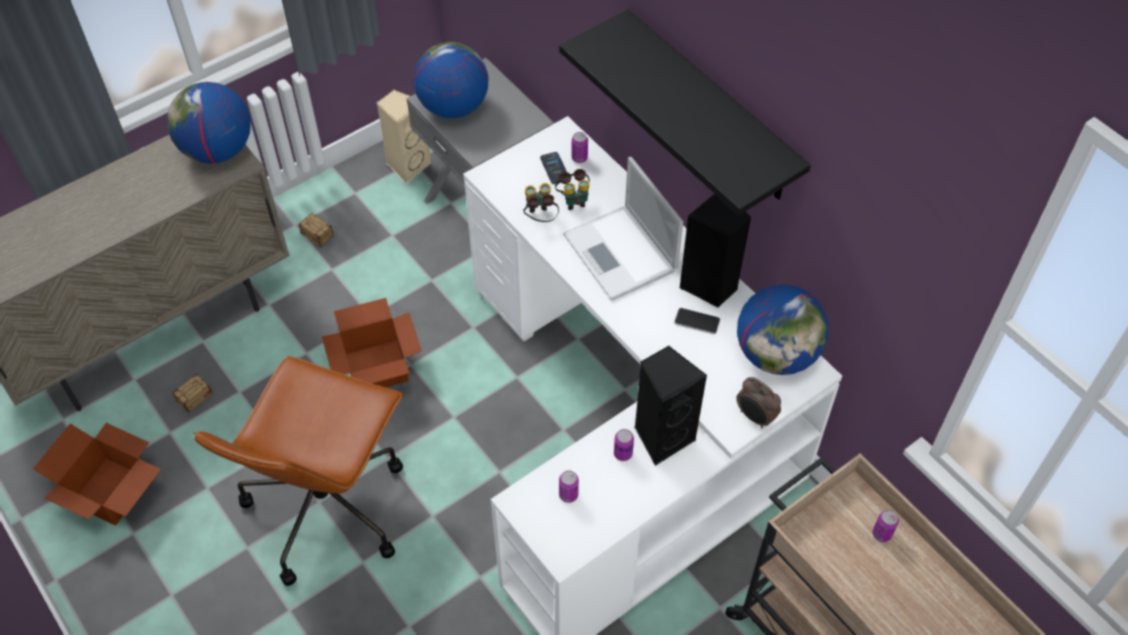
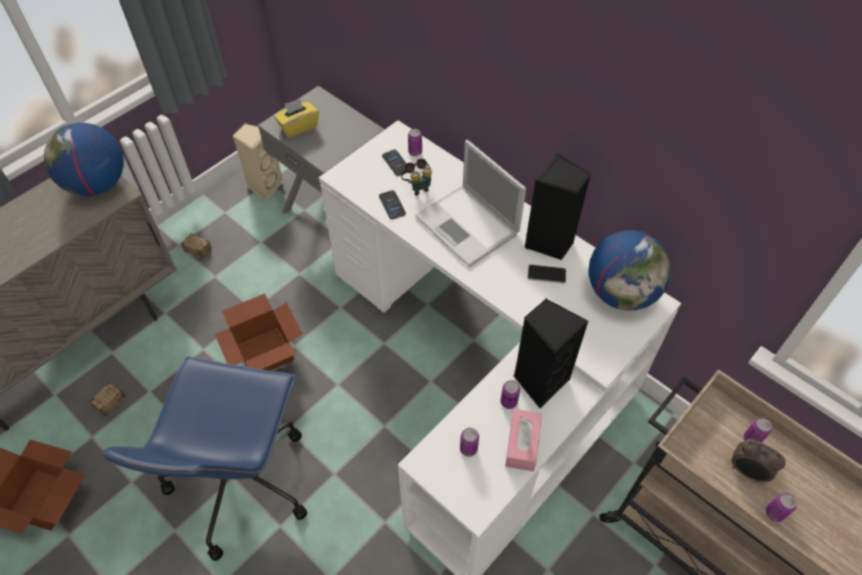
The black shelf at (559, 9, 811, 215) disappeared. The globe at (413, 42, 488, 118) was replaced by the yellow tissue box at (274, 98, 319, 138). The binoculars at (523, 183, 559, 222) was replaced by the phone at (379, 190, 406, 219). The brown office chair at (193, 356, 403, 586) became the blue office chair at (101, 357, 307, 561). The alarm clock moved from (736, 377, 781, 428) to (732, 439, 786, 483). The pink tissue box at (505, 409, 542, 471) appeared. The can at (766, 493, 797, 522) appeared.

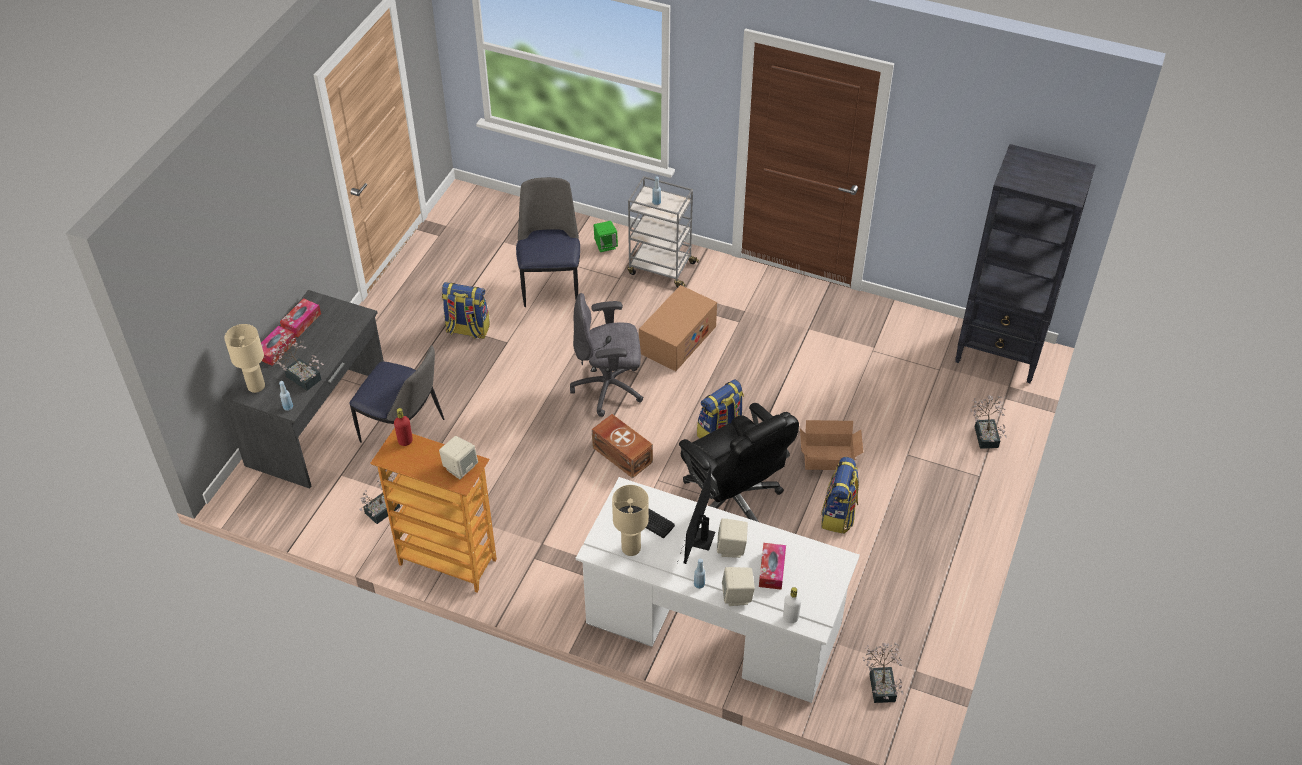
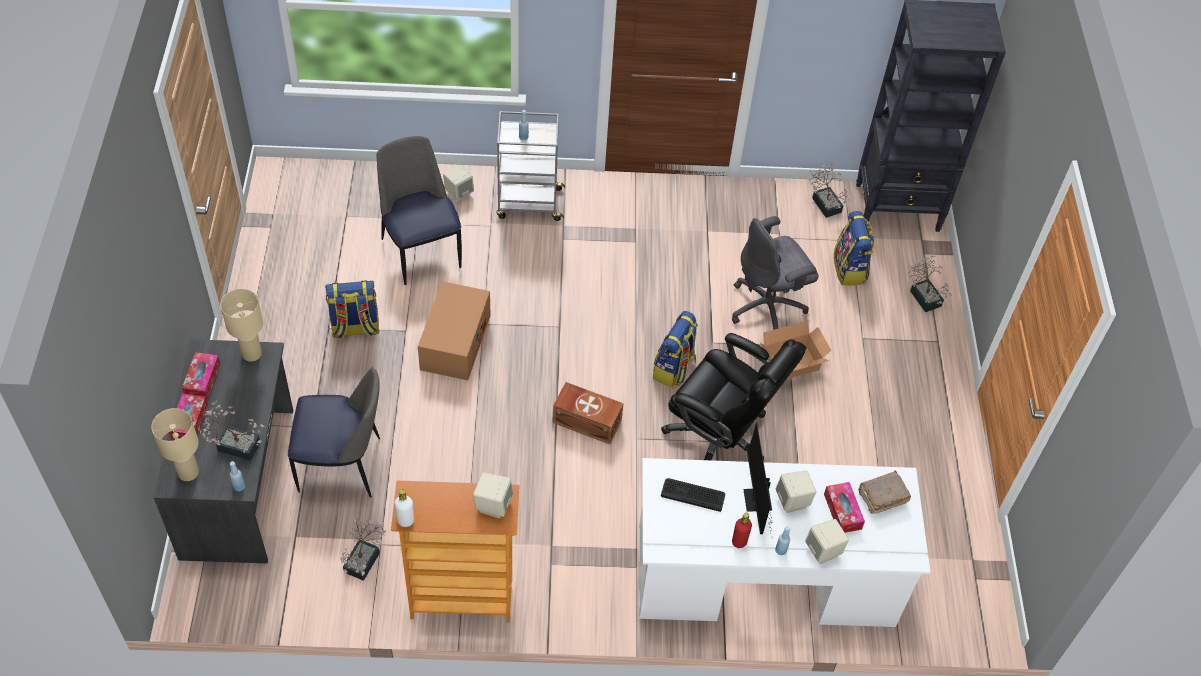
The green speaker at (593, 221, 618, 252) became the beige speaker at (443, 165, 474, 202). The cardboard box moved from (639, 285, 717, 371) to (418, 281, 491, 380). The grey office chair moved from (570, 293, 644, 417) to (732, 216, 819, 330). The red bottle moved from (394, 408, 413, 446) to (732, 513, 752, 548). The backpack moved from (821, 457, 859, 534) to (834, 211, 874, 285). The beige table lamp moved from (612, 485, 649, 556) to (220, 289, 263, 362). The white bottle moved from (783, 587, 801, 623) to (394, 489, 414, 527). The potted plant moved from (863, 643, 904, 703) to (809, 163, 851, 218). The brown book at (858, 471, 911, 514) appeared.

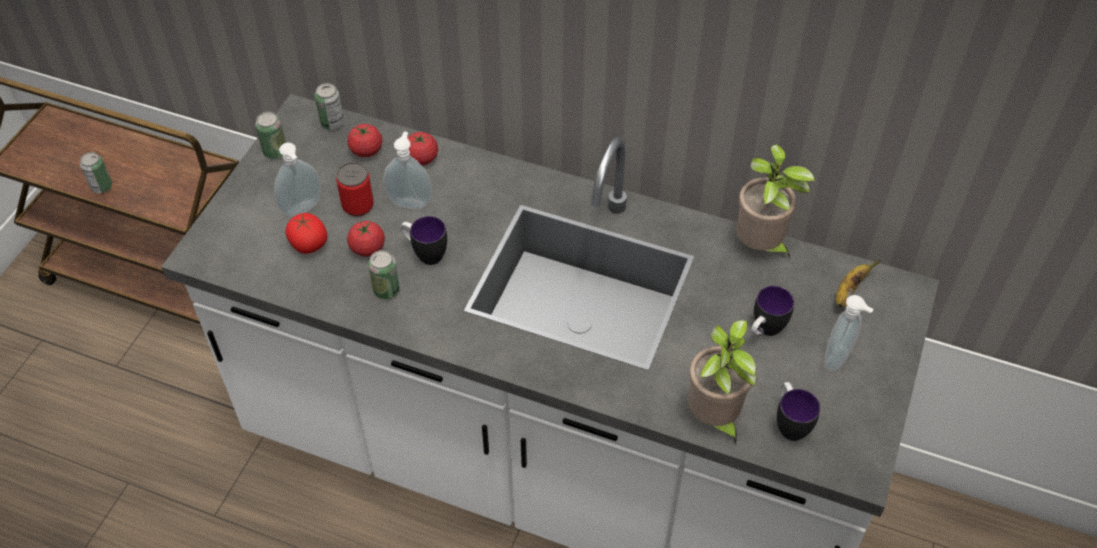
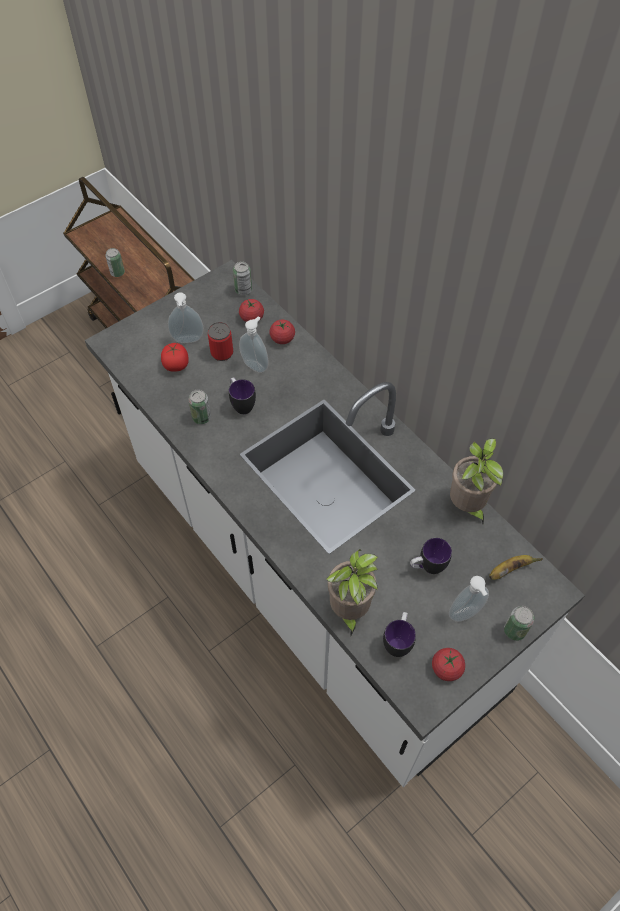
The can moved from (255, 112, 286, 159) to (504, 606, 534, 641). The tomato moved from (347, 220, 385, 257) to (432, 648, 465, 681).

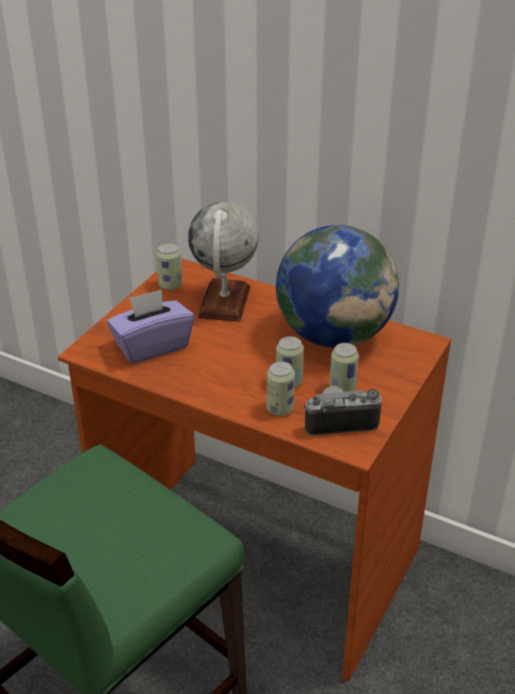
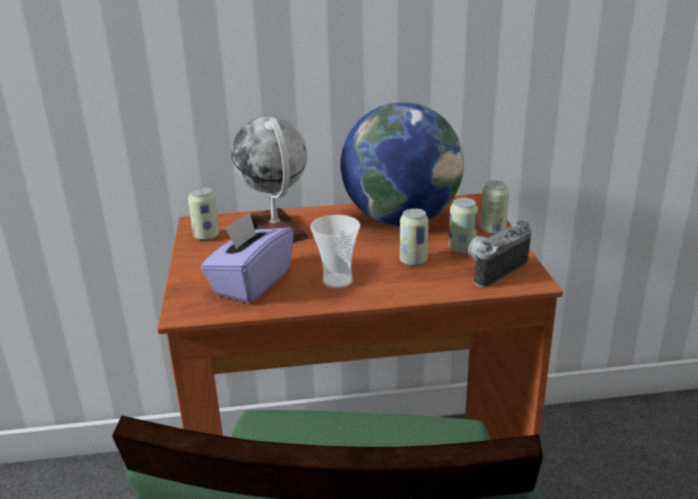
The can moved from (267, 361, 295, 416) to (480, 181, 509, 234). The cup at (310, 215, 360, 289) appeared.

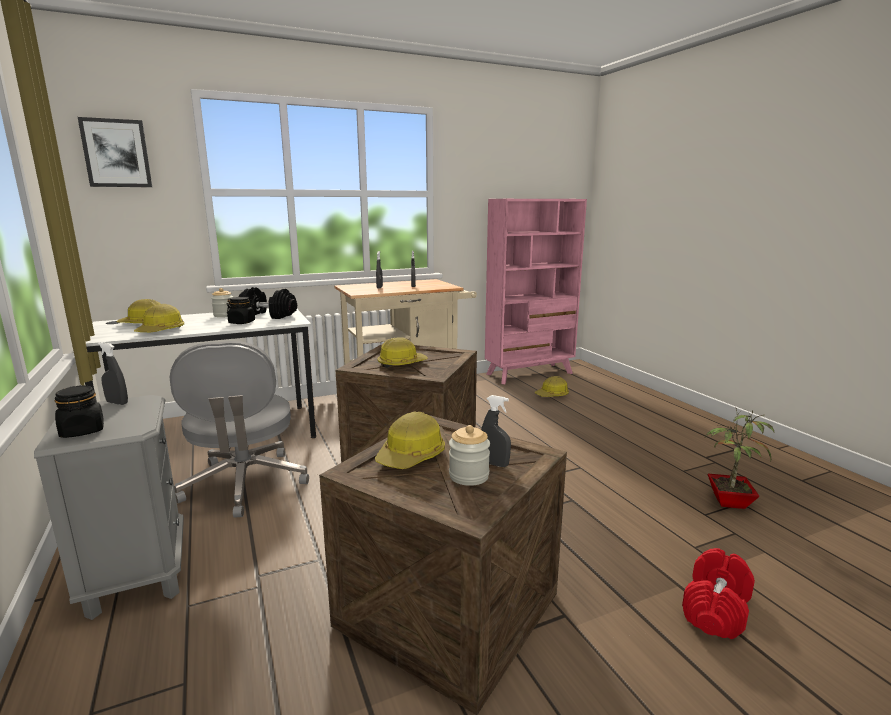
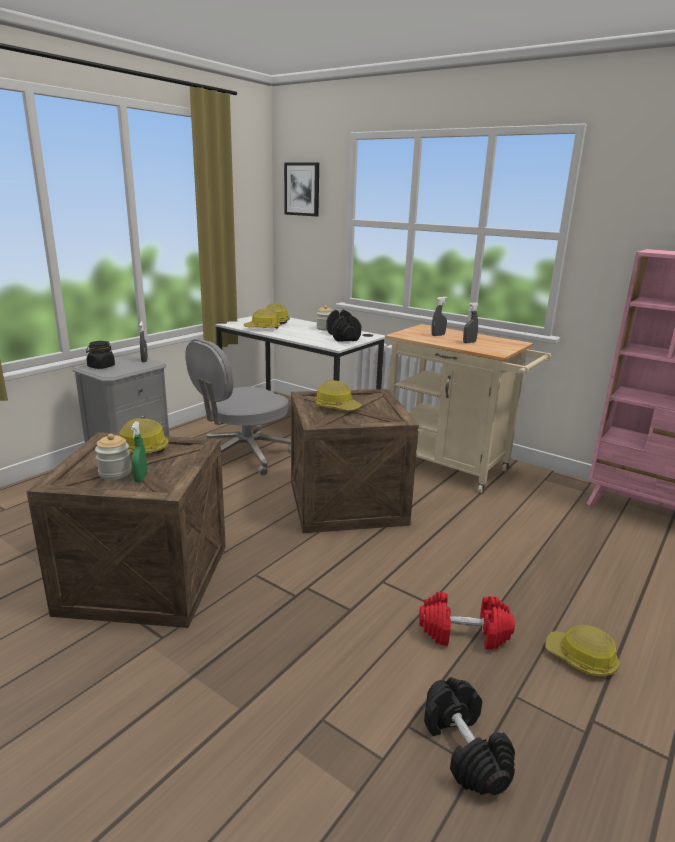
The black jar at (227, 297, 255, 324) disappeared. The hard hat moved from (535, 376, 569, 397) to (545, 625, 619, 676). The grey spray bottle at (481, 395, 511, 467) became the green spray bottle at (131, 422, 147, 482). The potted plant at (705, 408, 774, 509) was replaced by the black dumbbell at (424, 677, 515, 795). The red dumbbell moved from (682, 548, 755, 639) to (419, 592, 515, 650).

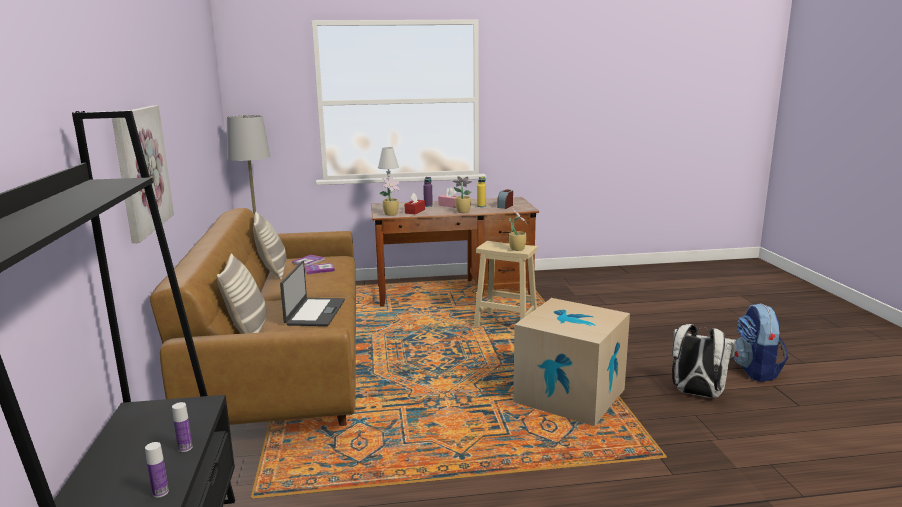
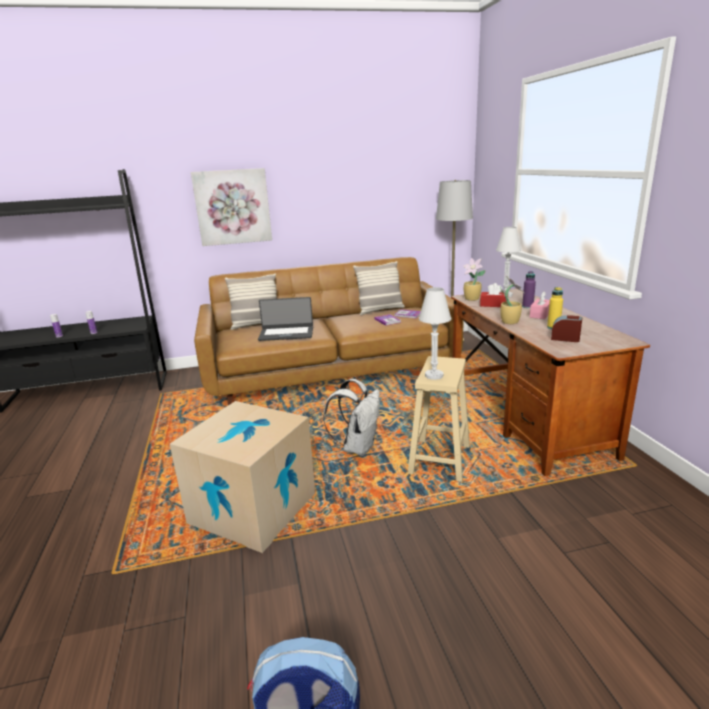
The potted plant at (509, 208, 528, 251) was replaced by the white table lamp at (419, 287, 451, 380). The white backpack moved from (672, 324, 736, 398) to (323, 379, 380, 456).

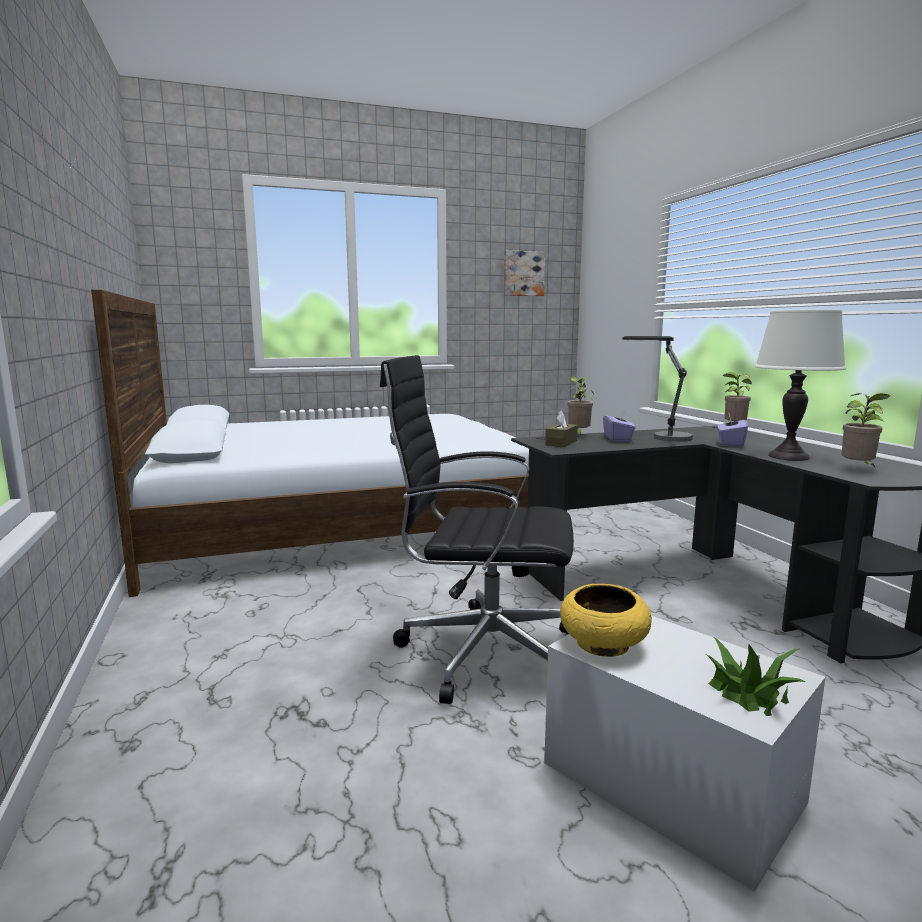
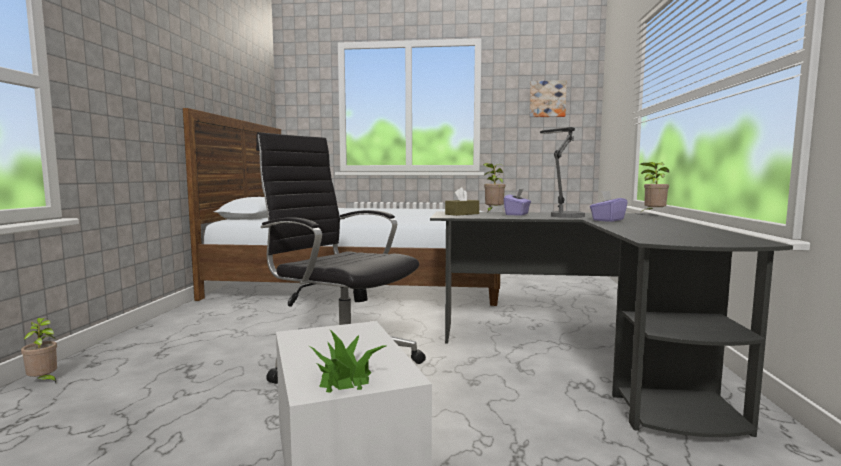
The white table lamp at (755, 309, 846, 461) disappeared. The potted plant moved from (842, 393, 891, 468) to (21, 318, 57, 383). The yellow bowl at (560, 584, 652, 657) disappeared.

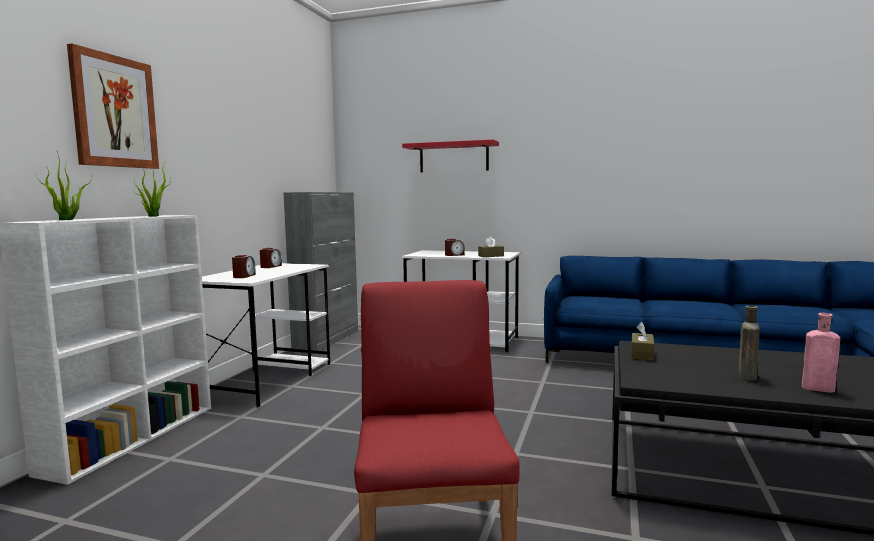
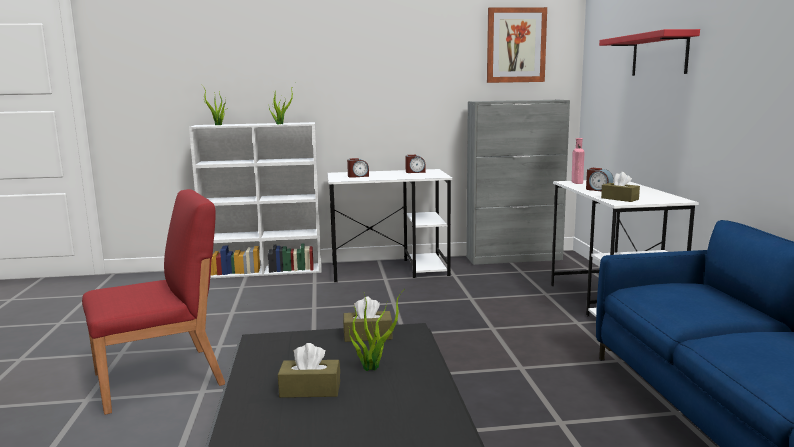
The picture moved from (67, 44, 159, 169) to (487, 7, 547, 83). The brown bottle at (739, 306, 760, 381) was replaced by the brown tissue box at (278, 343, 340, 398). The pink bottle moved from (802, 313, 840, 393) to (572, 138, 584, 184). The potted plant at (349, 293, 401, 371) appeared.

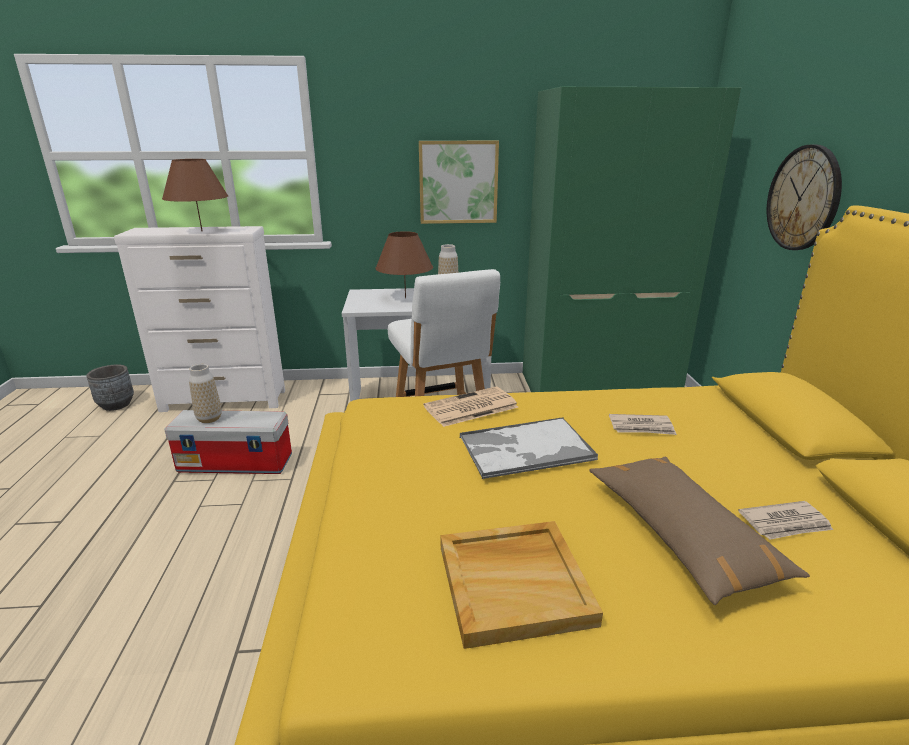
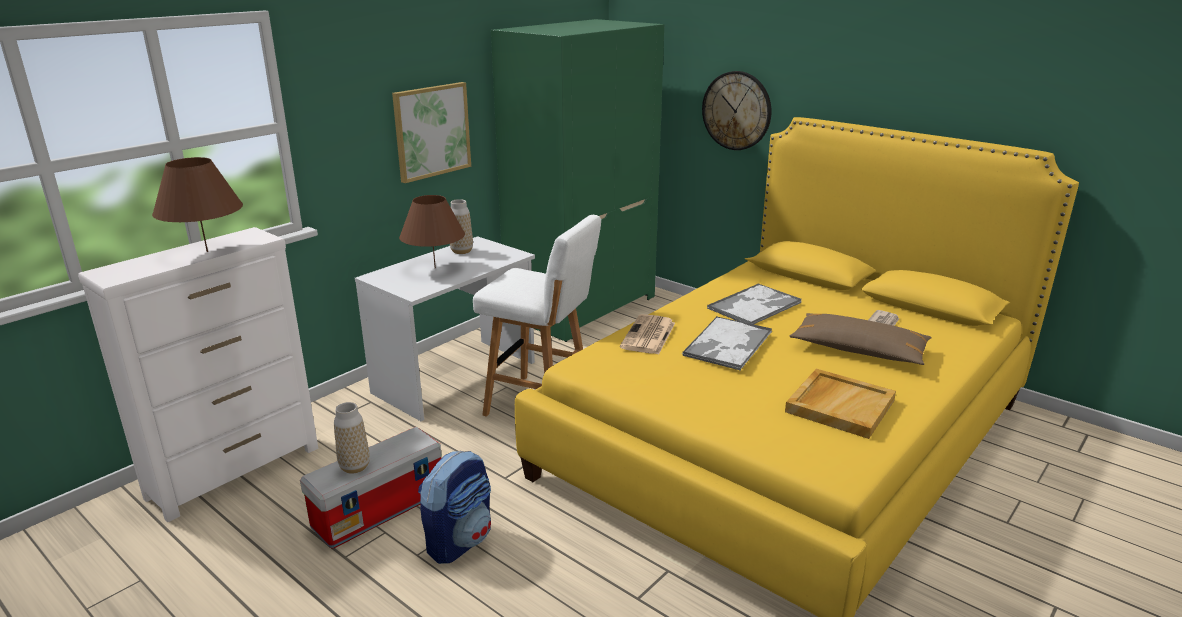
The grey planter at (86, 364, 134, 411) disappeared. The newspaper at (609, 414, 677, 435) was replaced by the tray at (707, 284, 801, 325). The backpack at (418, 451, 491, 564) appeared.

